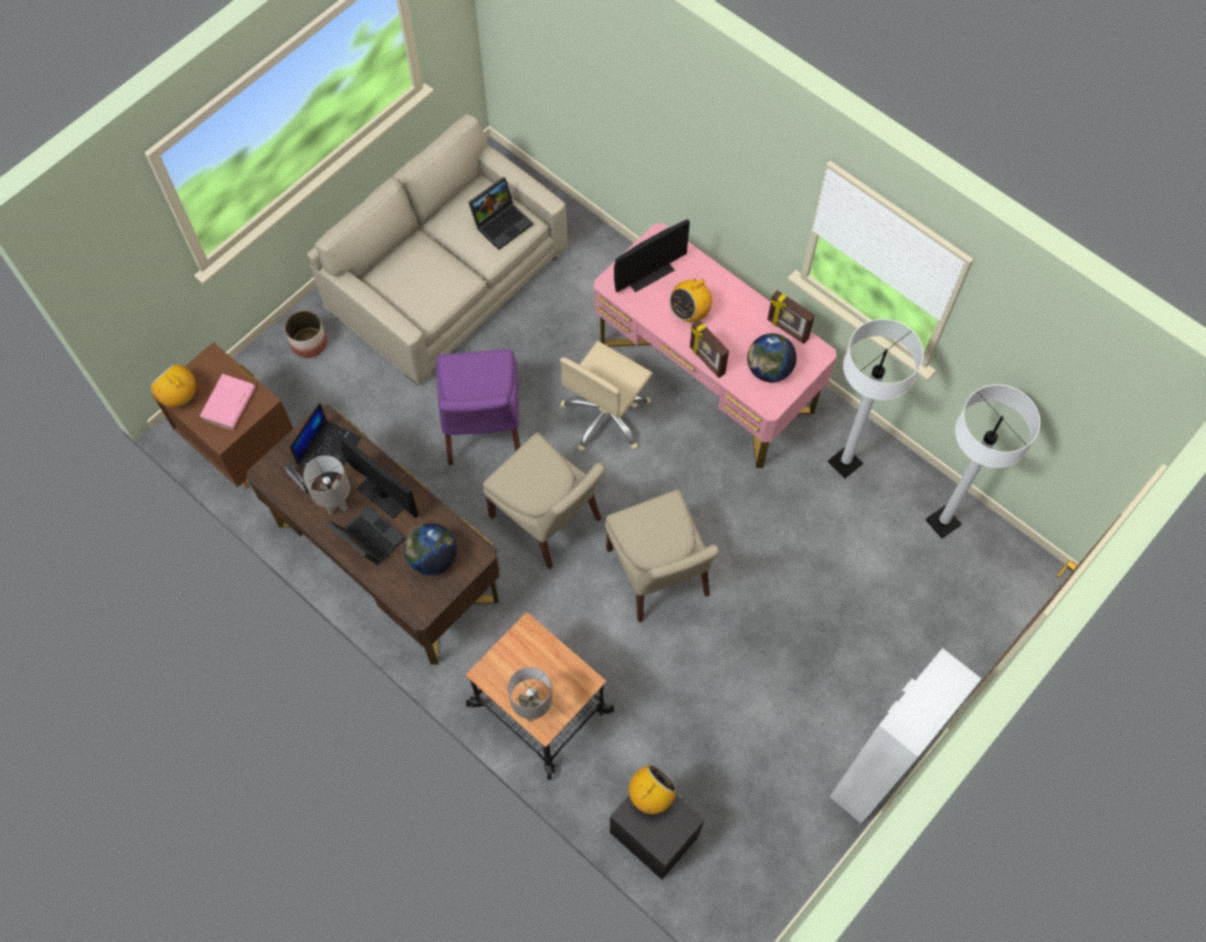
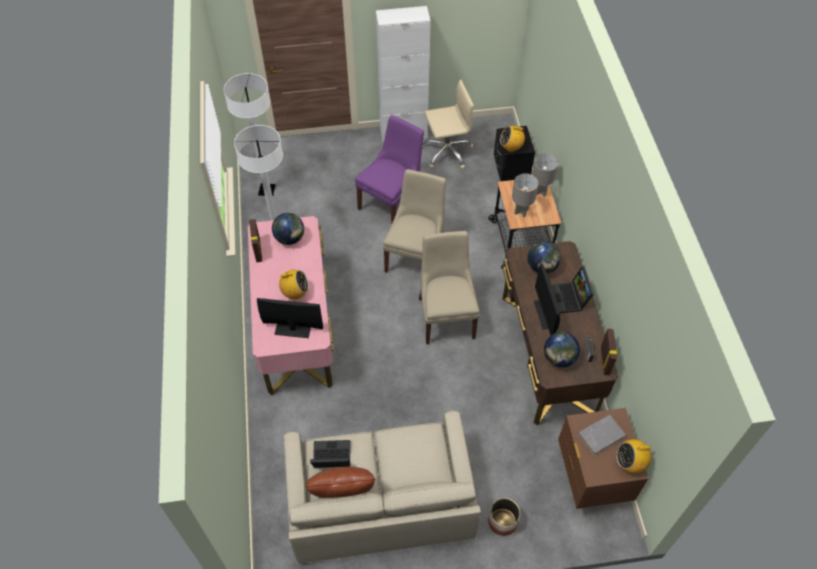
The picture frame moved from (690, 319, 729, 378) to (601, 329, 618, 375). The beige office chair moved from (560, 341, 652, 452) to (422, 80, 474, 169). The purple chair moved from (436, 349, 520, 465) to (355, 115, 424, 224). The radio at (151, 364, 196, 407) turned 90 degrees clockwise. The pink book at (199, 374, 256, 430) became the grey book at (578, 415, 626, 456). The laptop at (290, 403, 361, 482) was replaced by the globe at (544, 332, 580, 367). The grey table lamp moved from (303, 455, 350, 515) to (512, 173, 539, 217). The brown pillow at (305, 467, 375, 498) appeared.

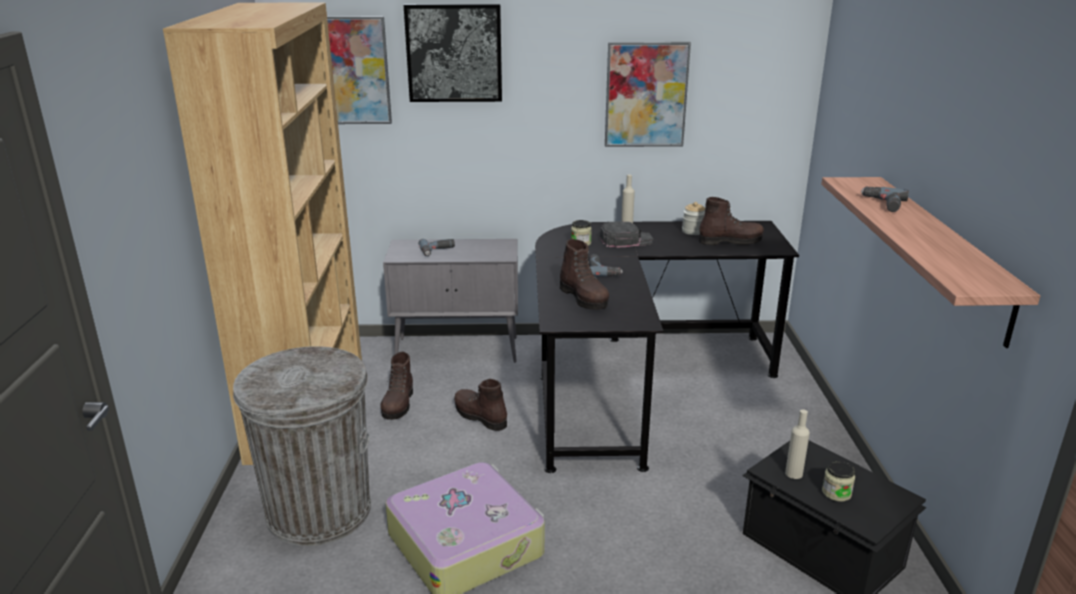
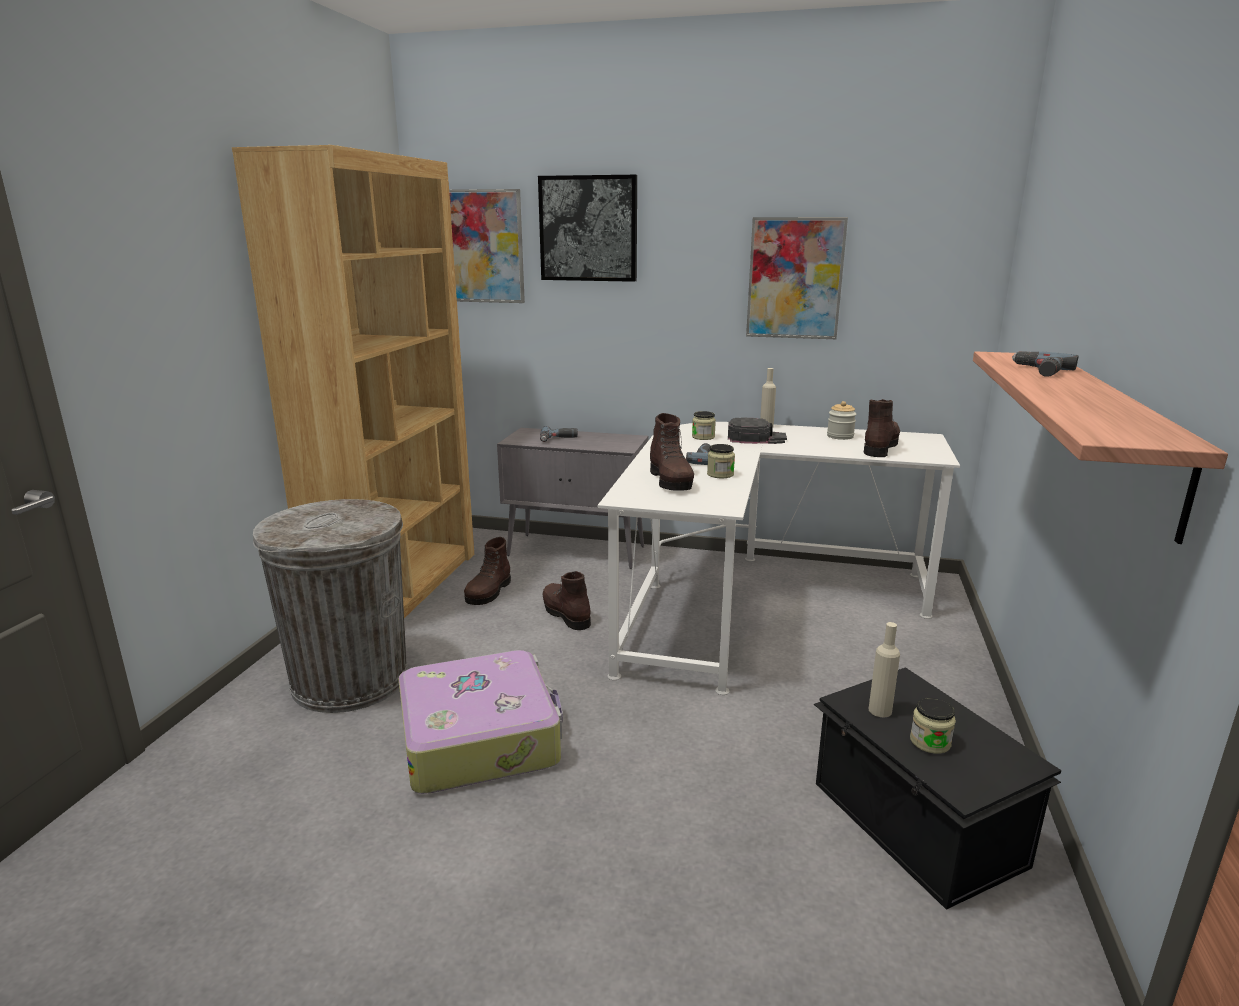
The brown boot at (699, 197, 764, 245) turned 75 degrees counterclockwise. The black desk at (535, 221, 799, 473) became the white desk at (598, 422, 960, 695). The jar at (707, 444, 735, 478) appeared.

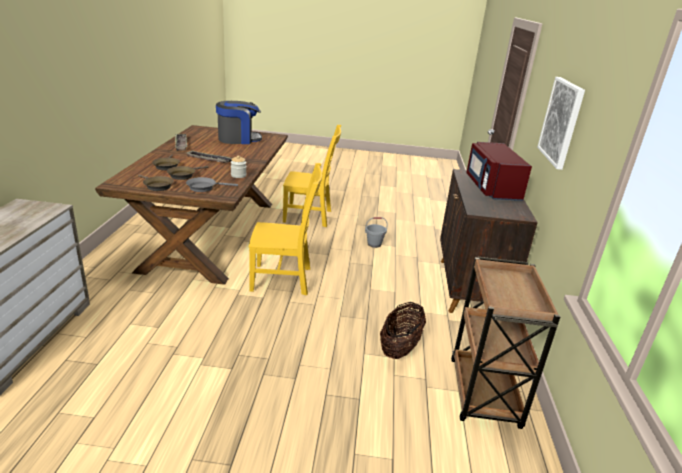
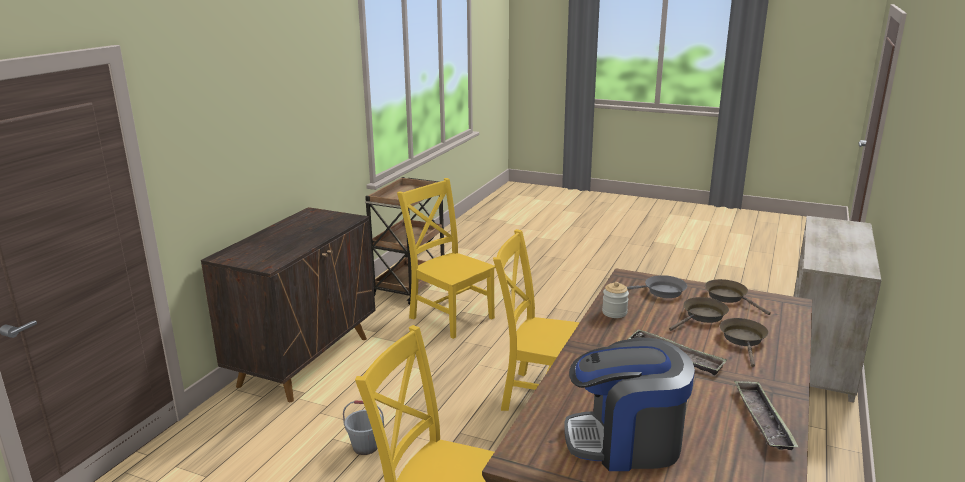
The picture at (537, 77, 585, 170) disappeared. The red microwave at (467, 142, 532, 201) disappeared. The basket at (380, 302, 426, 359) was replaced by the yellow chair at (397, 178, 496, 339).

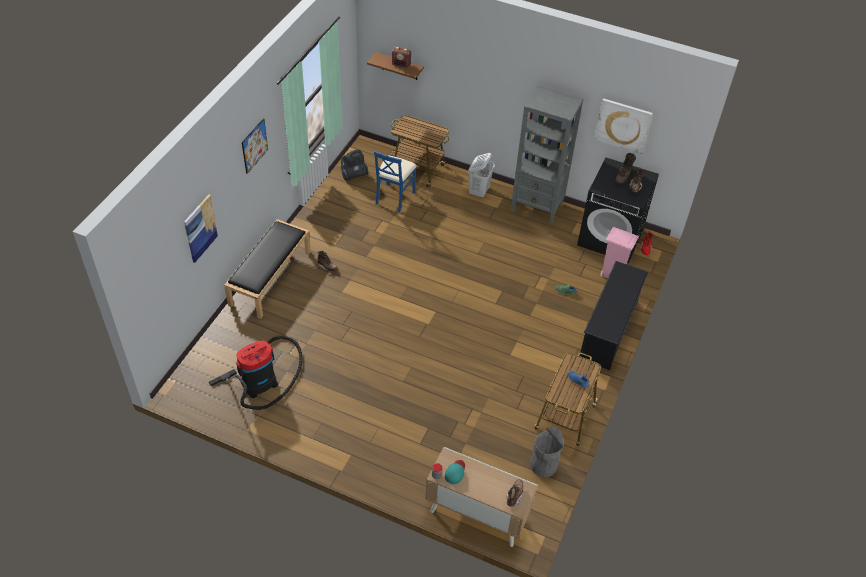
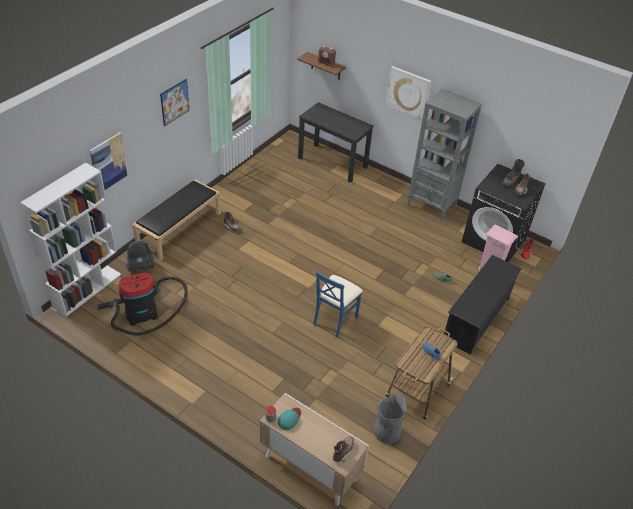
The picture moved from (594, 98, 653, 154) to (386, 66, 431, 120). The cart at (391, 115, 450, 188) was replaced by the black desk at (298, 102, 374, 183). The vacuum cleaner moved from (341, 149, 368, 181) to (126, 241, 154, 272). The blue chair moved from (374, 151, 417, 212) to (313, 271, 363, 338). The white laundry basket at (468, 153, 495, 198) disappeared. The white bookcase at (20, 163, 121, 317) appeared.

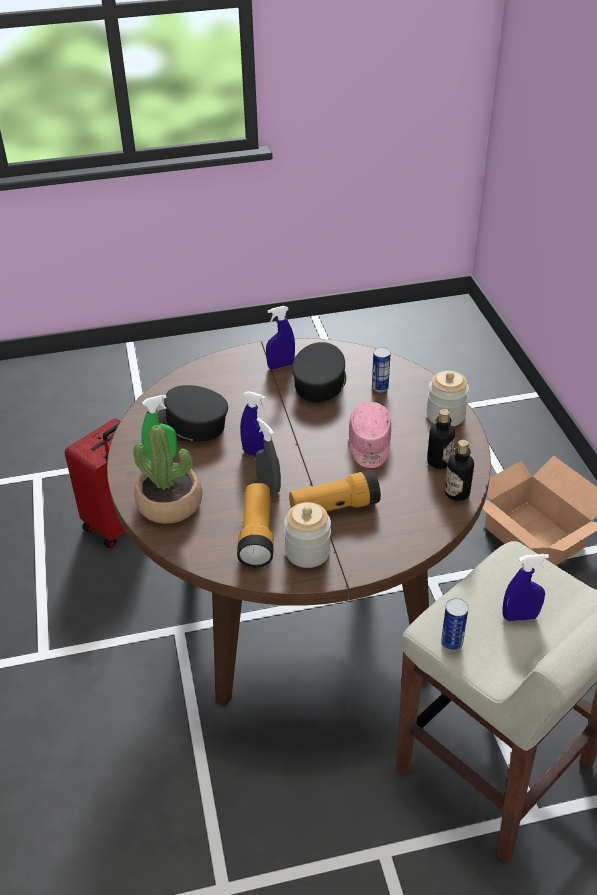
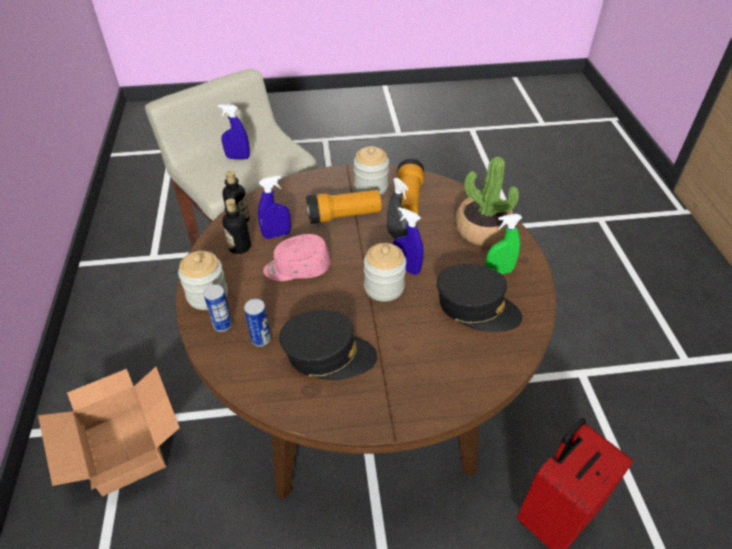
The blue spray bottle moved from (266, 306, 295, 370) to (258, 176, 291, 239). The black cap at (292, 342, 346, 402) turned 105 degrees counterclockwise. The pink cap at (349, 402, 392, 468) turned 105 degrees counterclockwise. The can moved from (441, 598, 469, 651) to (204, 285, 232, 332). The jar at (364, 243, 406, 302) appeared.

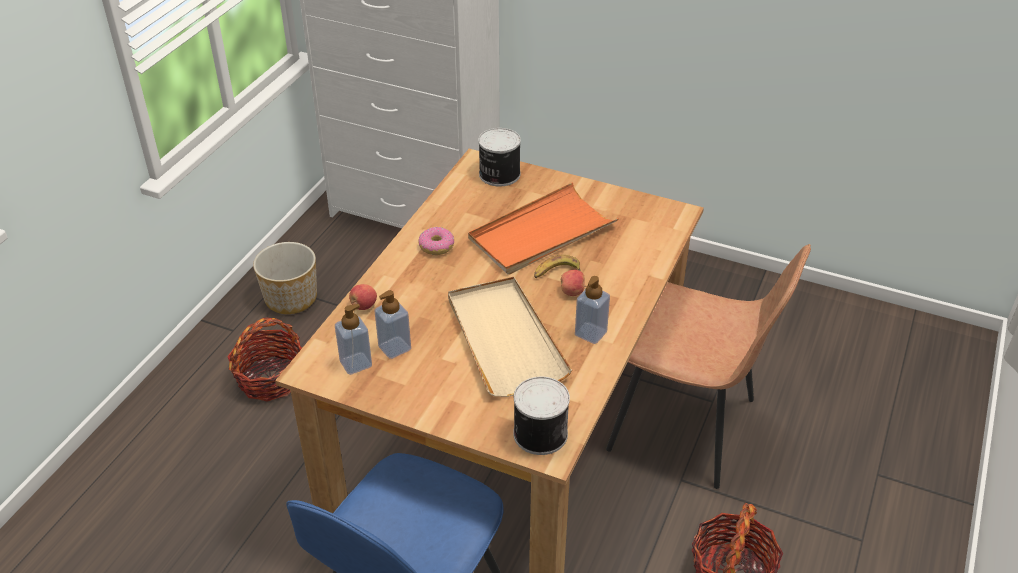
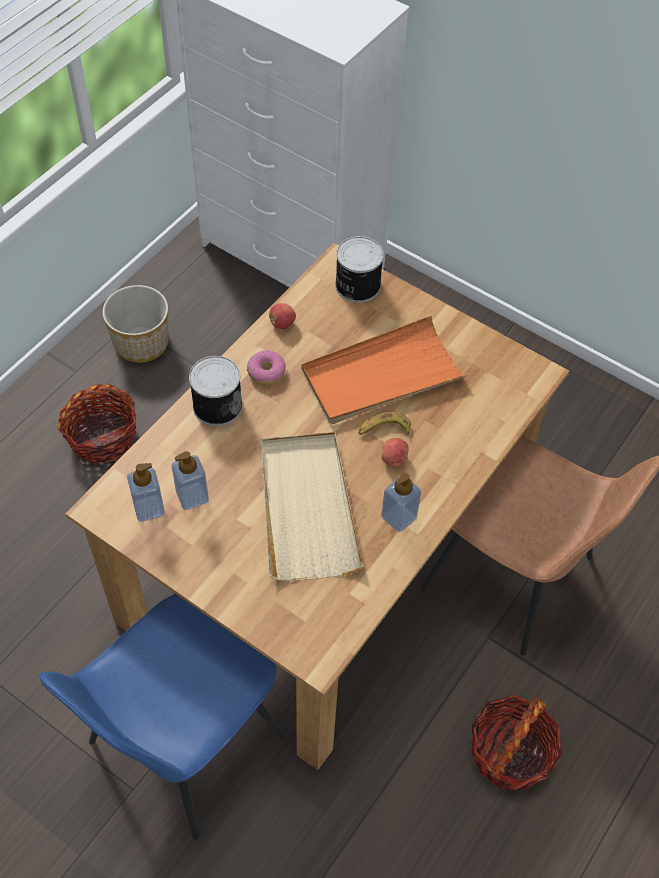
The apple moved from (349, 284, 377, 310) to (269, 303, 296, 329). The can moved from (513, 377, 570, 455) to (189, 356, 242, 426).

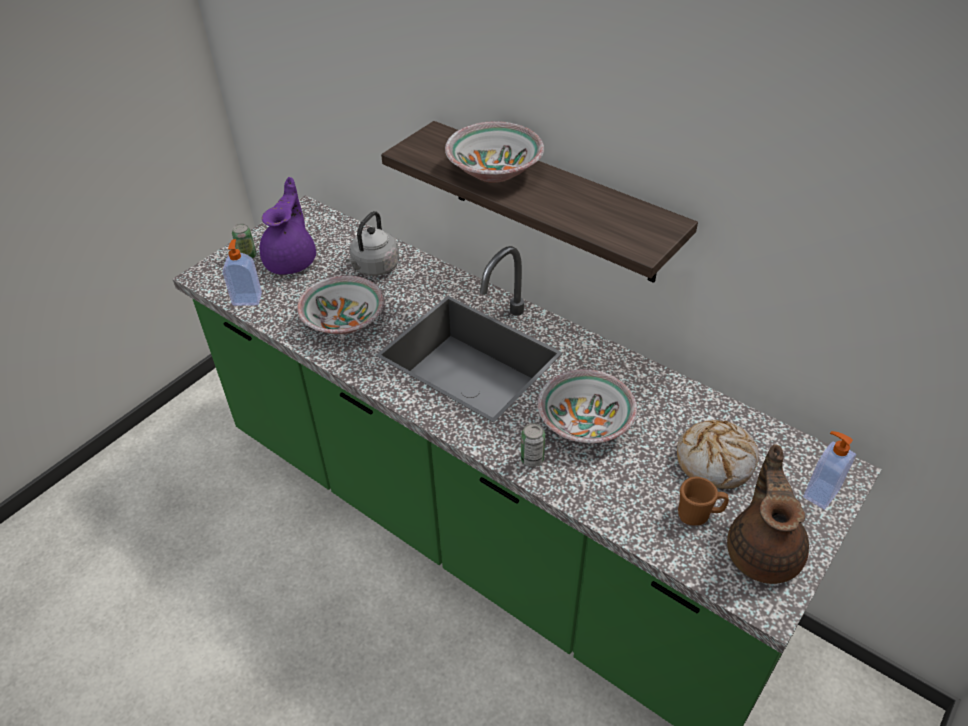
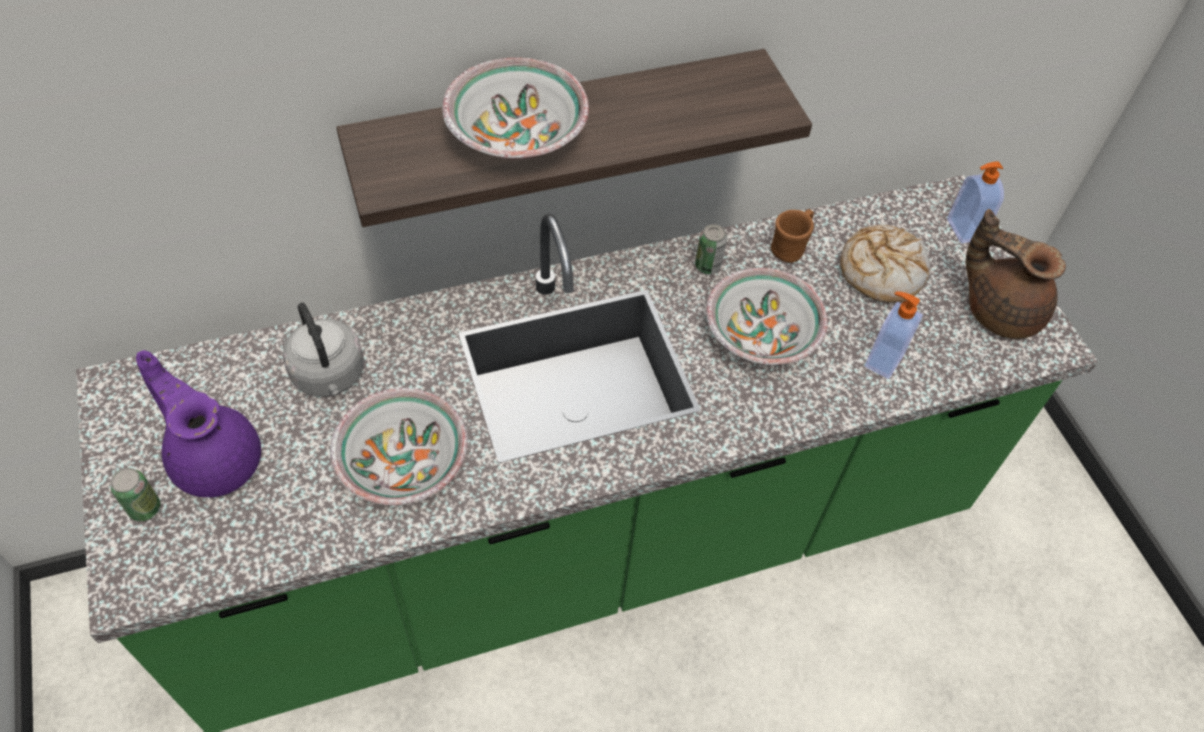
The soap dispenser moved from (223, 239, 262, 306) to (865, 291, 923, 379). The can moved from (521, 423, 545, 467) to (695, 224, 727, 274). The brown mug moved from (678, 477, 729, 525) to (771, 209, 814, 263).

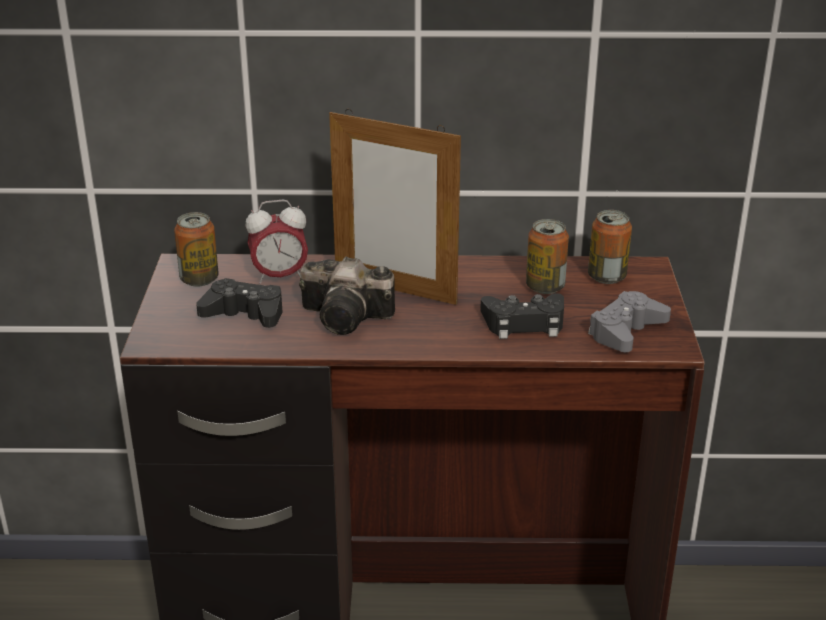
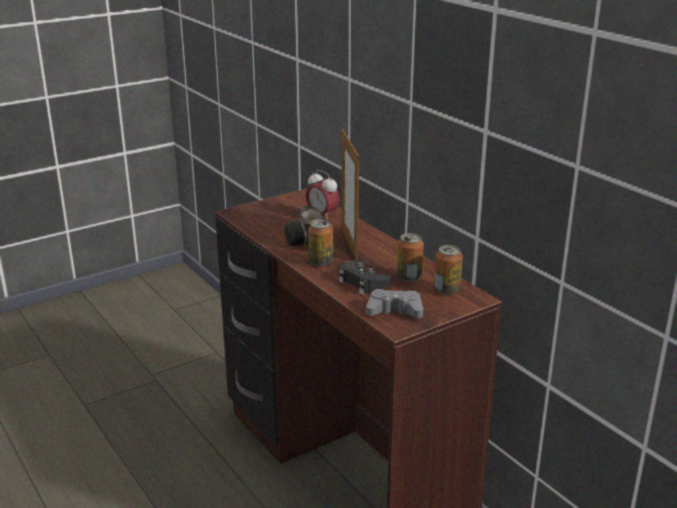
The can moved from (174, 212, 219, 286) to (308, 219, 333, 266). The black game controller at (196, 278, 282, 328) disappeared.

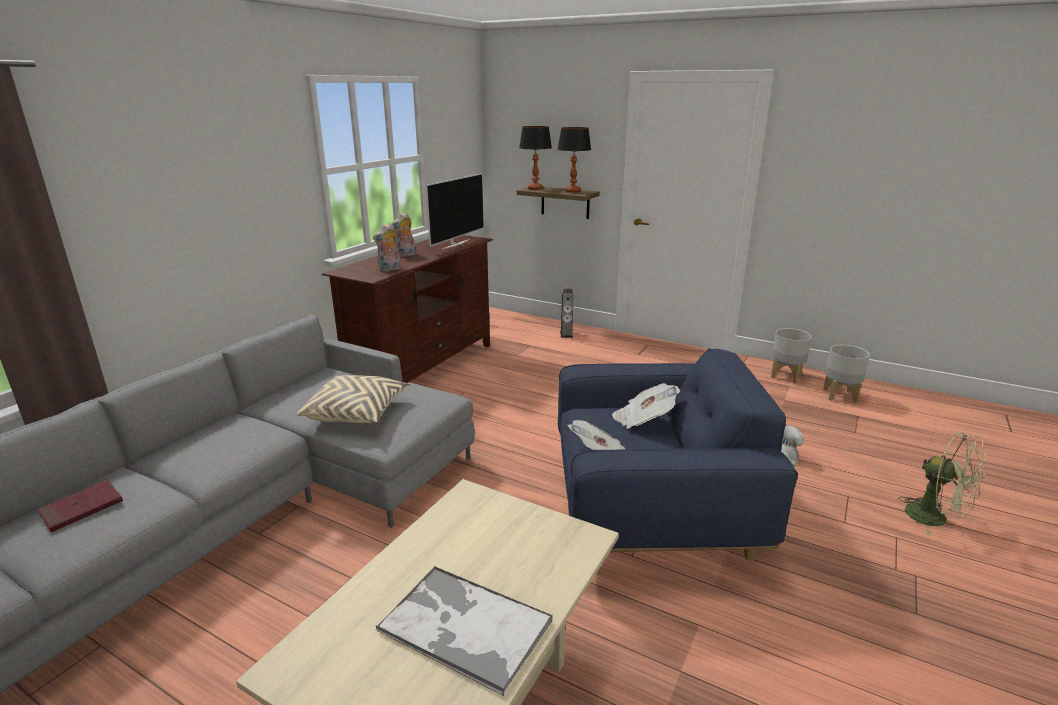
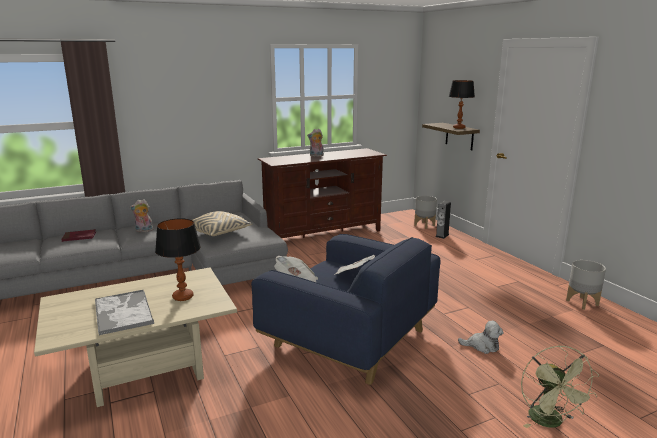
The table lamp moved from (519, 126, 552, 190) to (155, 218, 201, 301). The television at (426, 173, 484, 250) disappeared. The plush toy moved from (373, 223, 401, 272) to (130, 199, 153, 232). The grey planter moved from (823, 345, 870, 403) to (414, 196, 437, 229).

